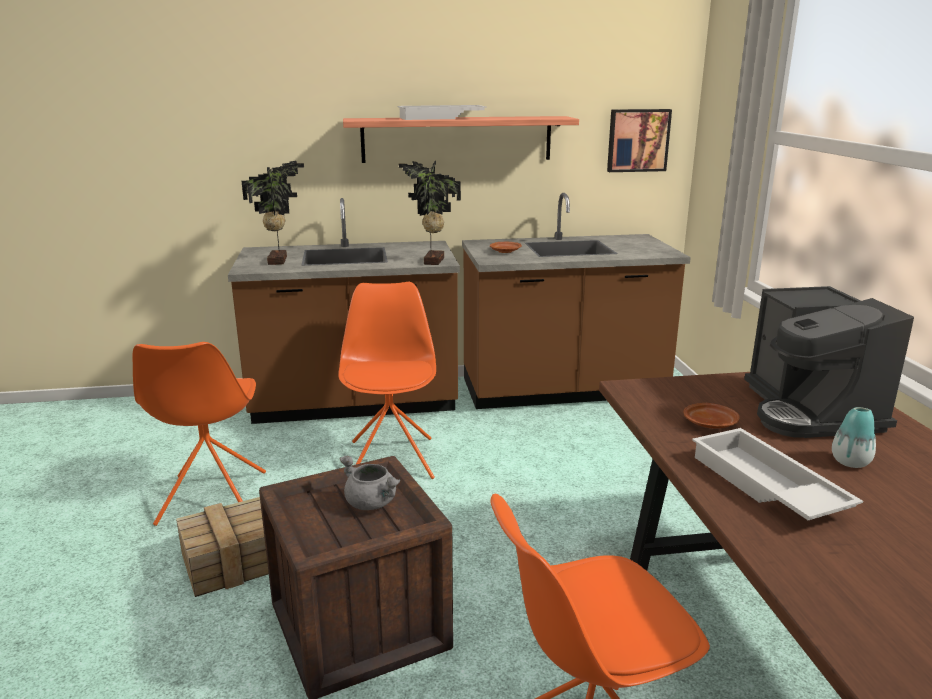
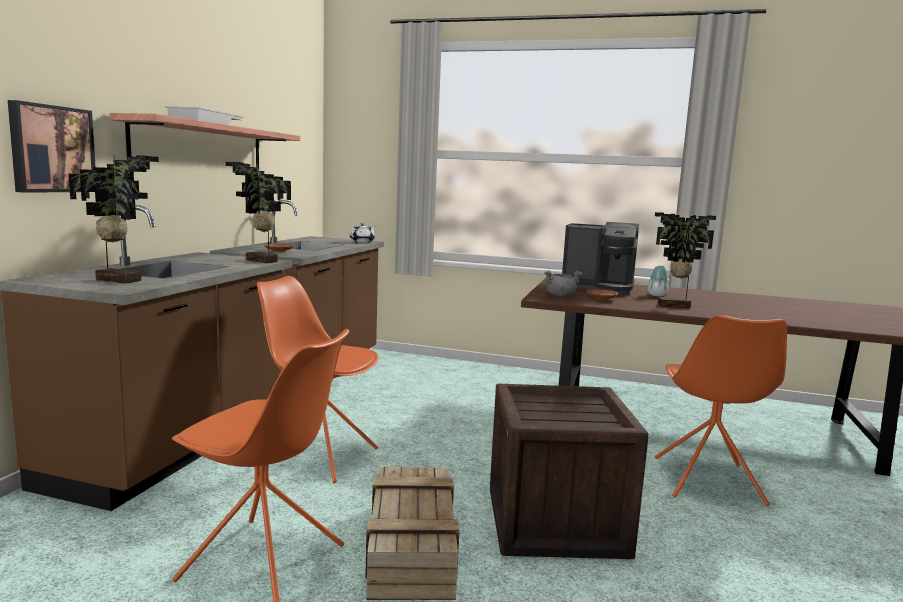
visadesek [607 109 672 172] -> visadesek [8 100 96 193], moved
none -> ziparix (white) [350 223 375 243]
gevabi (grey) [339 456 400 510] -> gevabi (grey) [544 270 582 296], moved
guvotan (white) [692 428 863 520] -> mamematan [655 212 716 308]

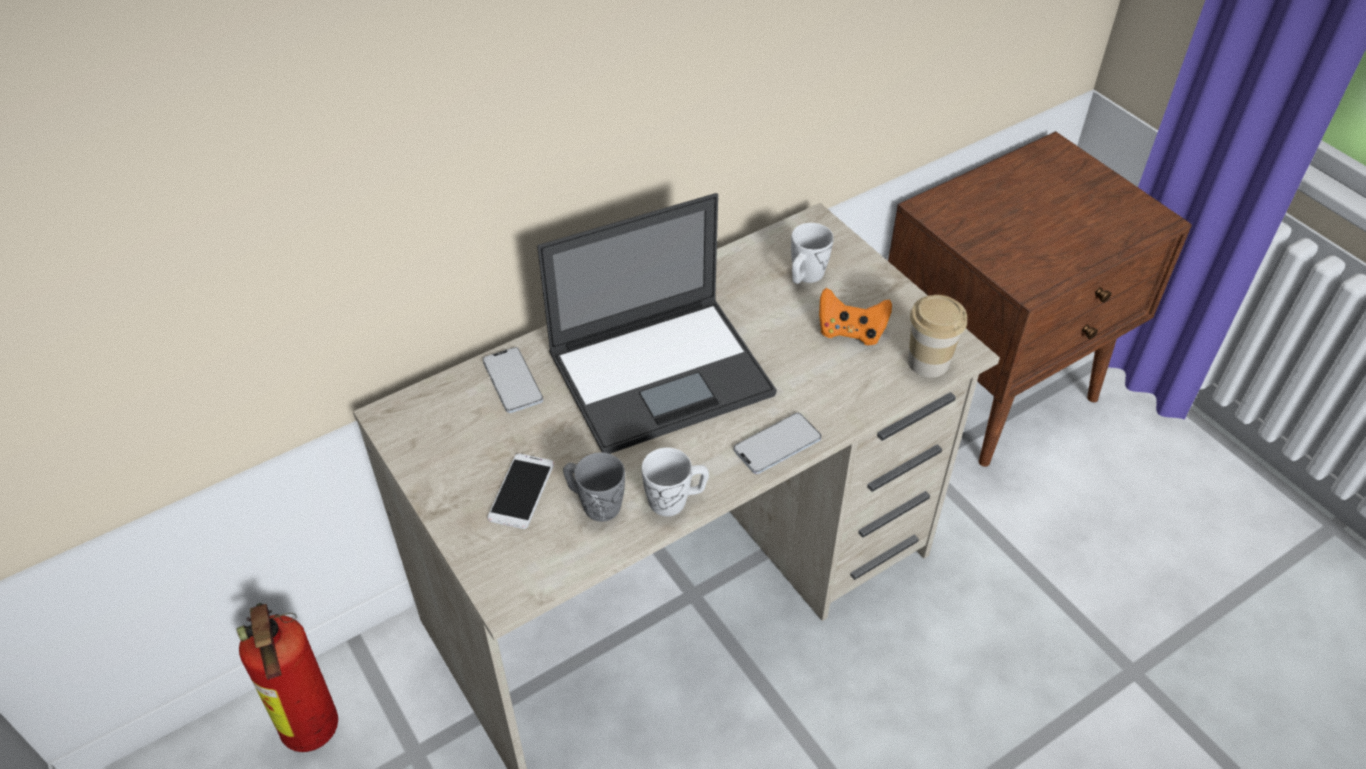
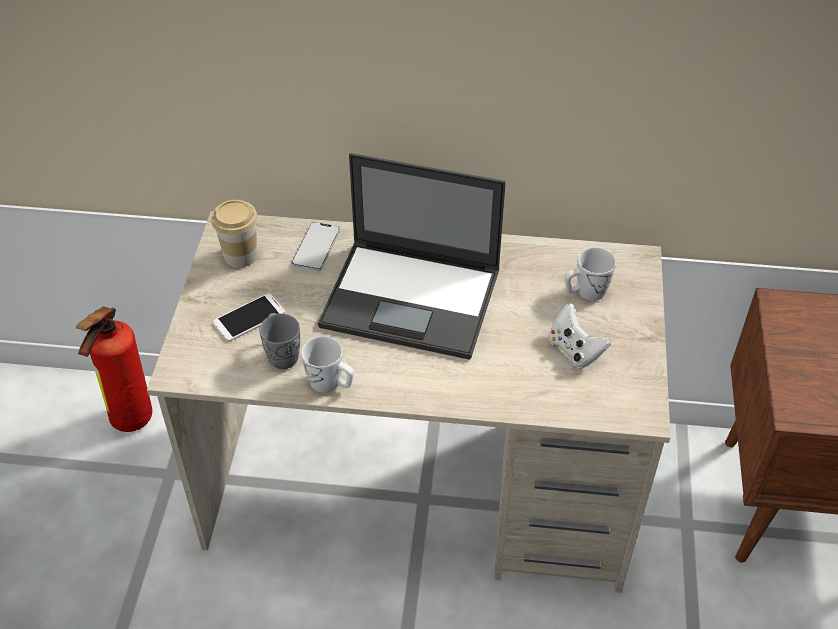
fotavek [908 295 967 378] -> fotavek [211 200 258 268], moved
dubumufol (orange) [819 288 892 346] -> dubumufol (white) [548 303 611 369]
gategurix [734 412 822 474] -> none

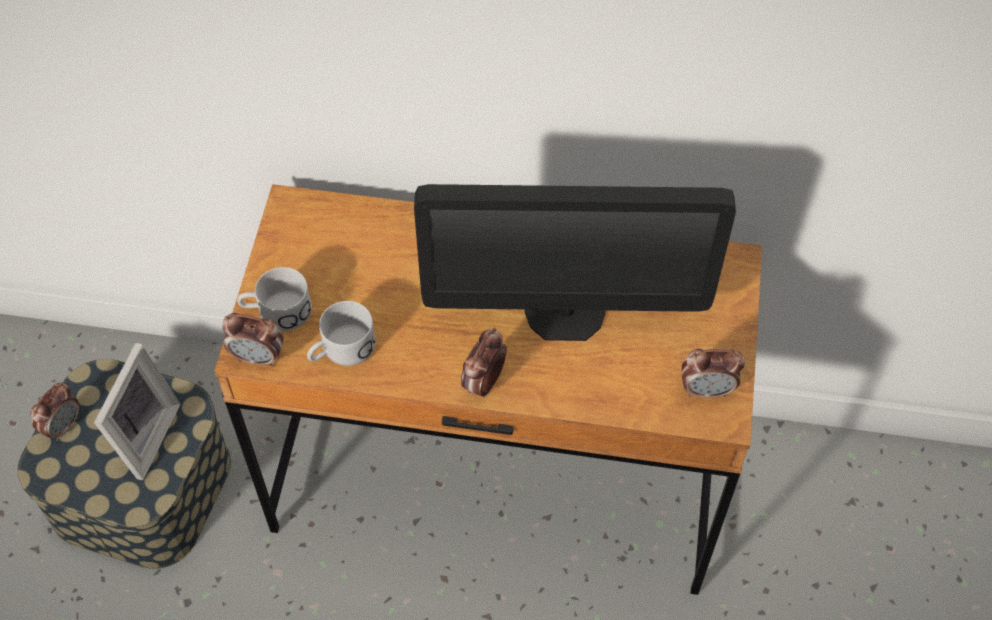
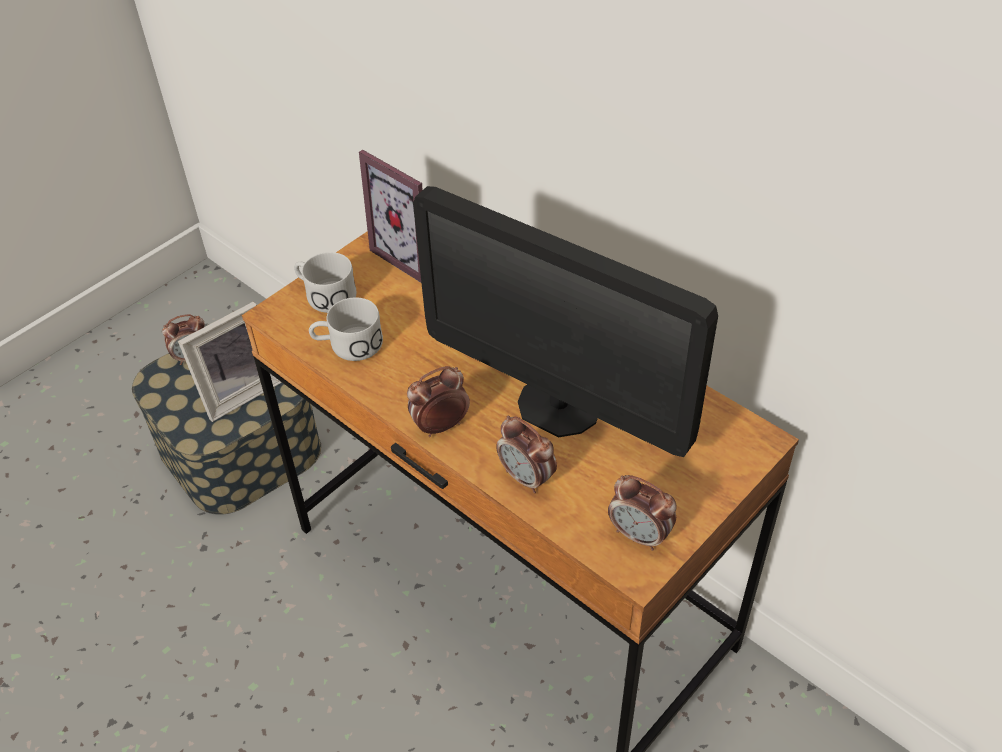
none -> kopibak [359 150 423 282]
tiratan [222 313 284 367] -> tiratan [496 416 557 493], moved

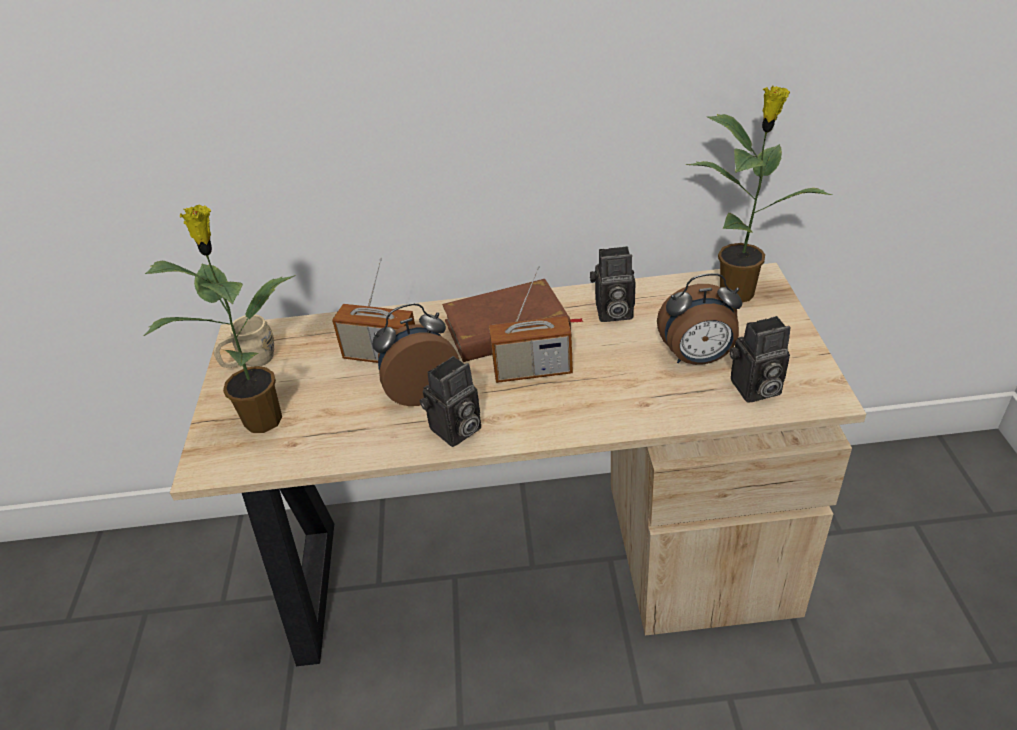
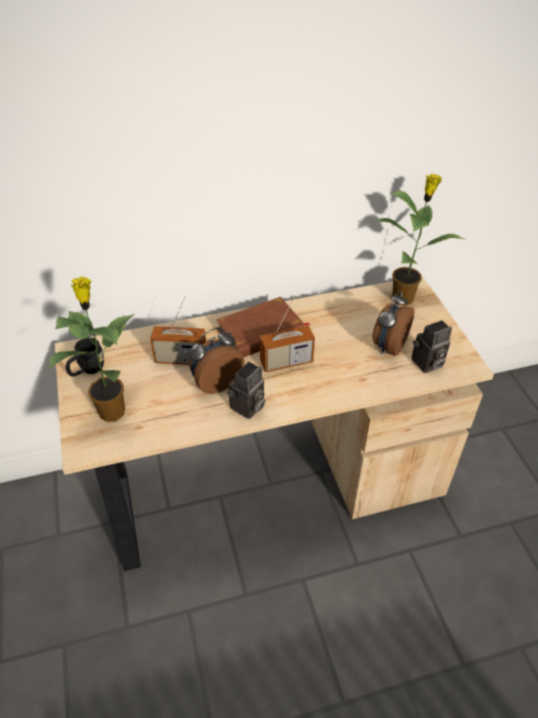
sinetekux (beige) [214 315 275 368] -> sinetekux (black) [66 337 104 376]
tiratan [657 273 742 365] -> tiratan [373 291 415 356], 135 degrees clockwise
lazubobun [590 246 636 322] -> none

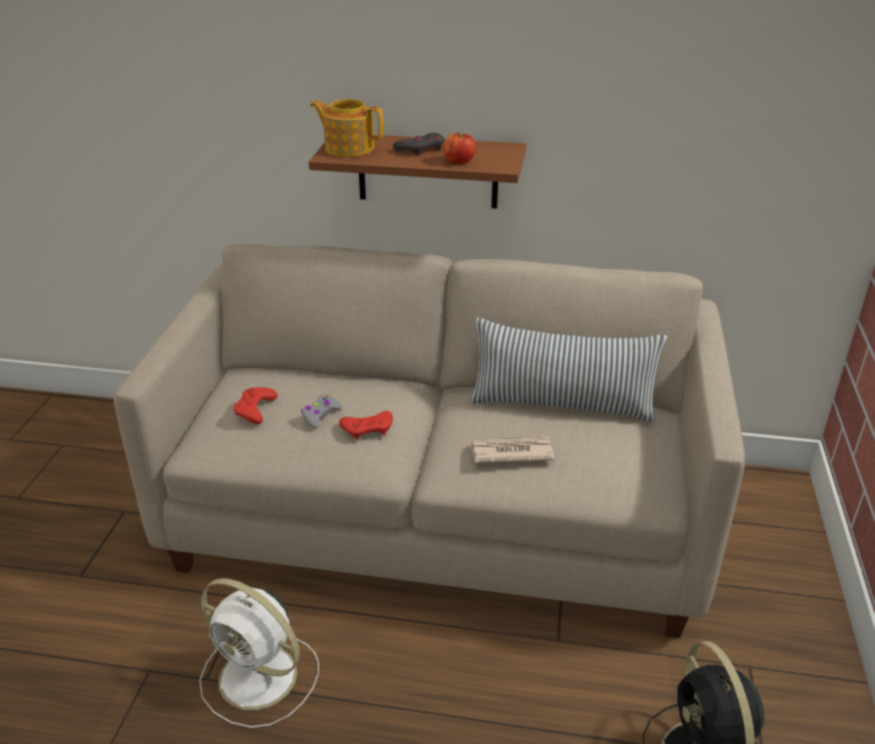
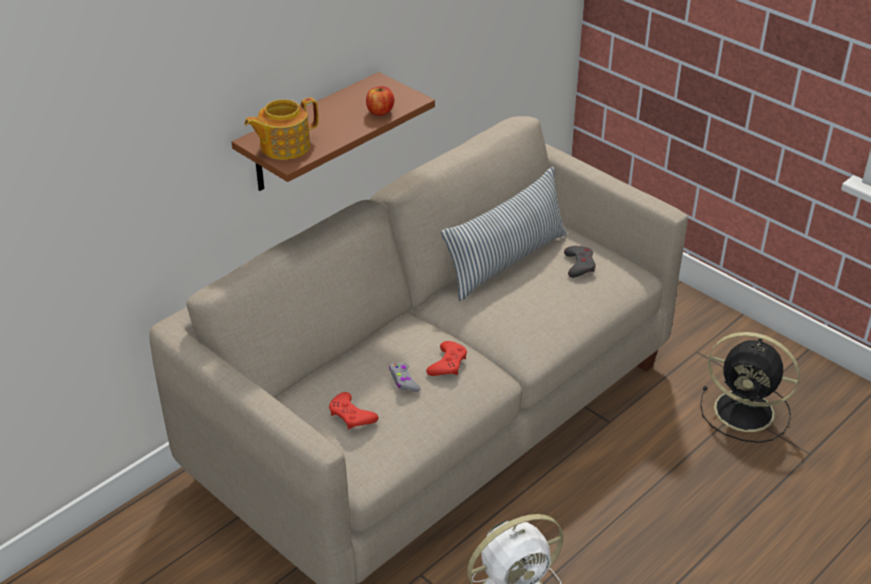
dubumufol (grey) [393 132 444 156] -> dubumufol (grey) [564 246 596 278], moved
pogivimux [469 435 555 463] -> none

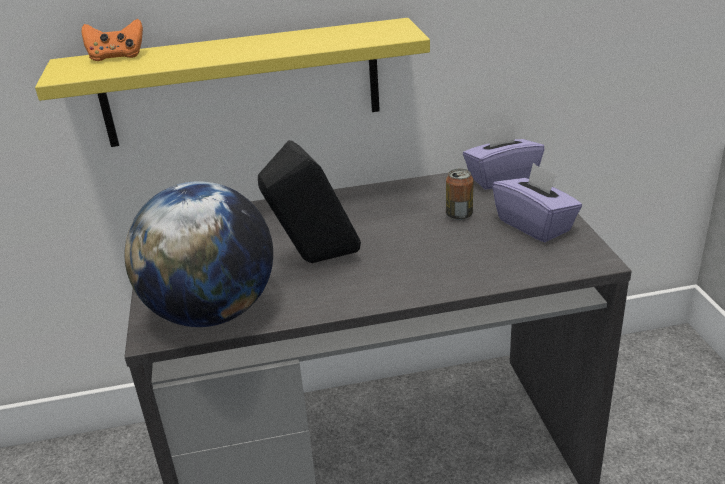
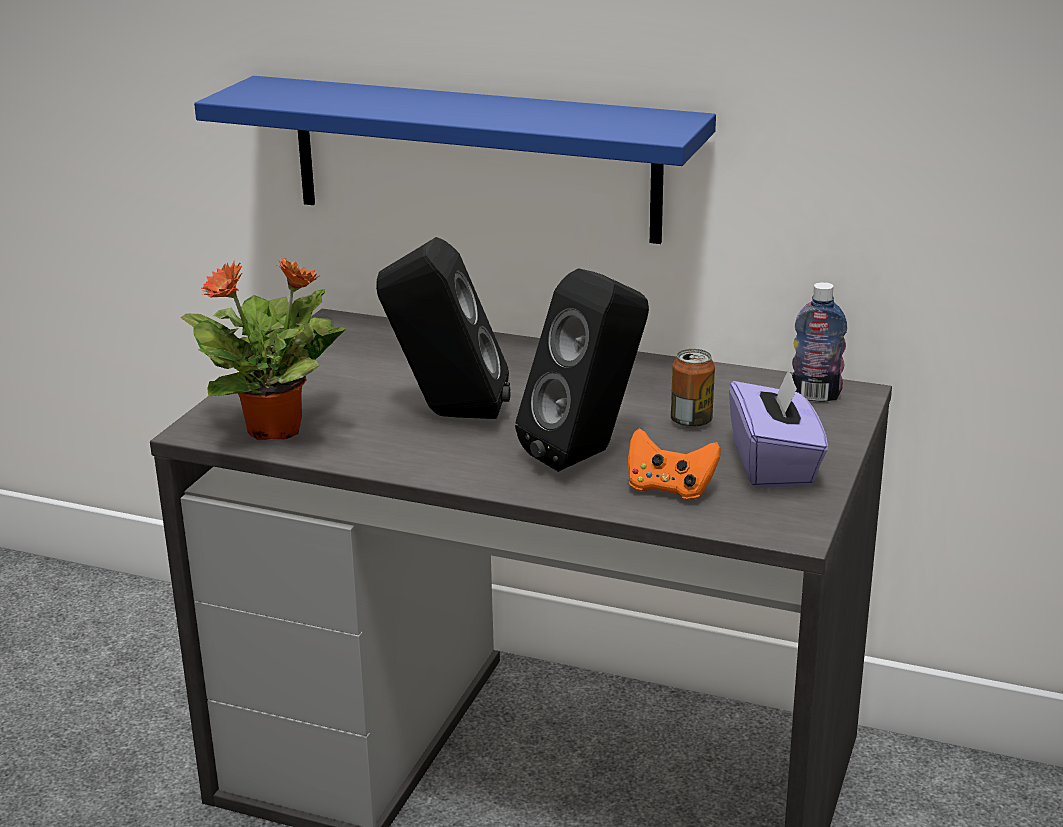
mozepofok [124 181 273 327] -> mamematan [181 257 347 440]
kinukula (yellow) [35 18 430 147] -> kinukula (blue) [194 76 716 244]
none -> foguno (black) [515 268 649 472]
dubumufol (orange) [82 19 143 61] -> dubumufol (orange) [628 429 721 500], moved
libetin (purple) [463 123 544 190] -> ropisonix [792 282 847 401]

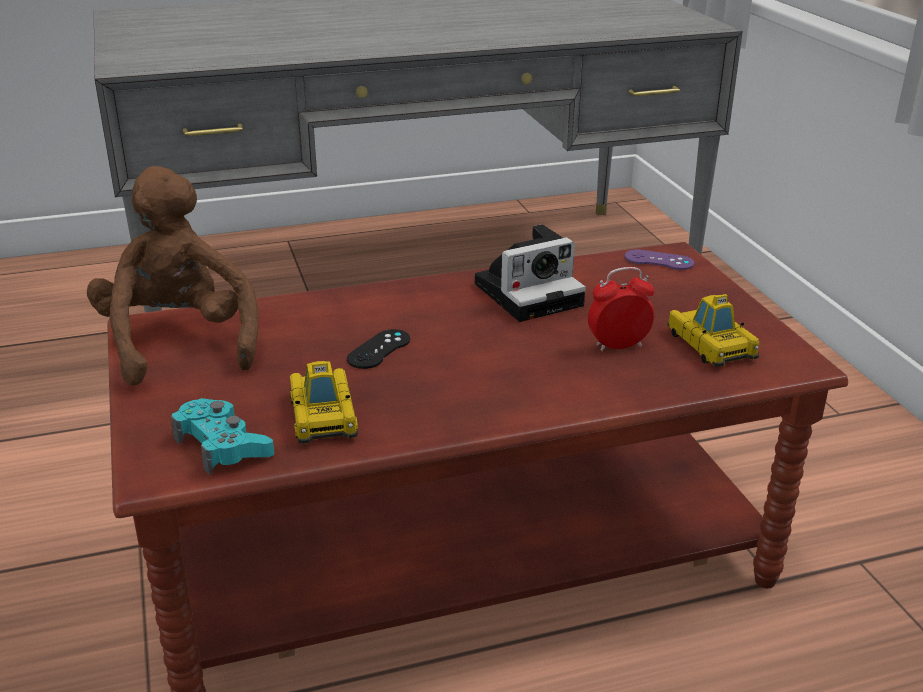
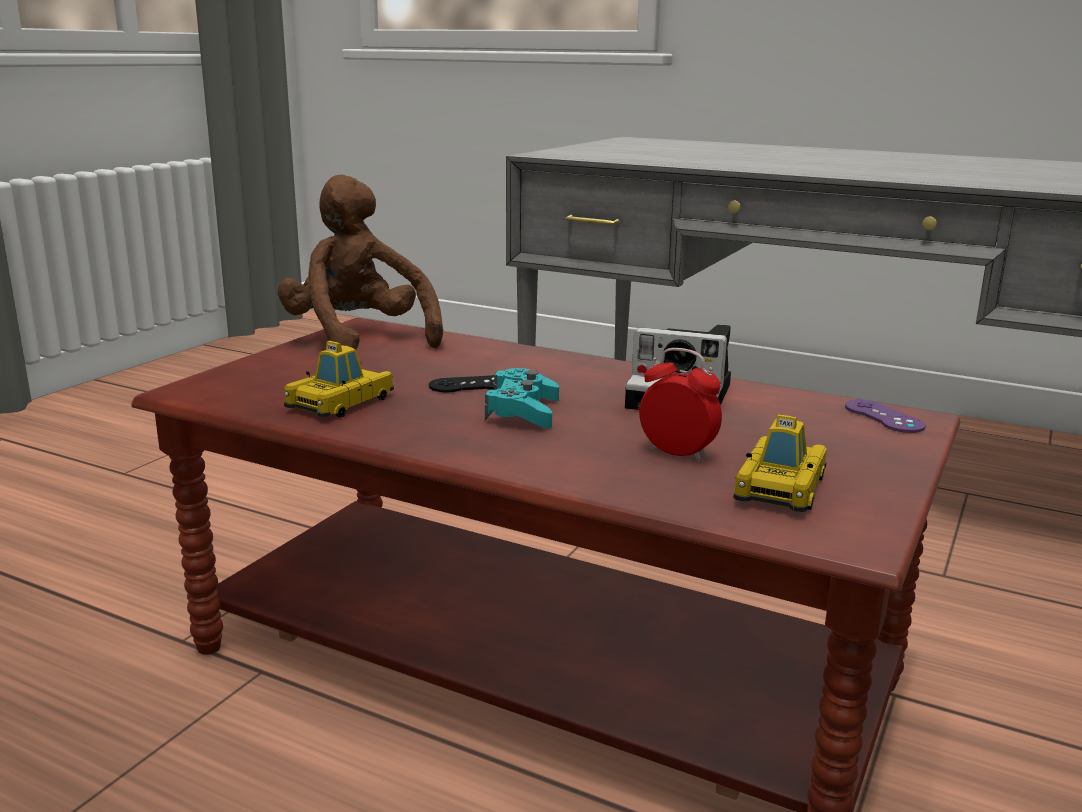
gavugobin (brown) [87 166 258 386] -> gavugobin (brown) [277 174 443 350], 60 degrees counterclockwise
dubumufol (turquoise) [171 398 274 475] -> dubumufol (turquoise) [485 368 559 428], moved

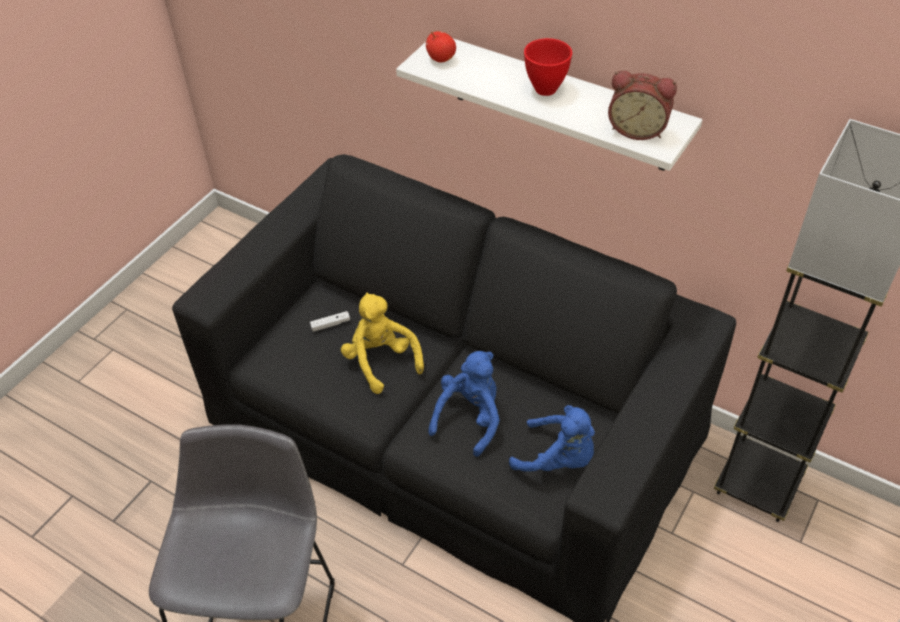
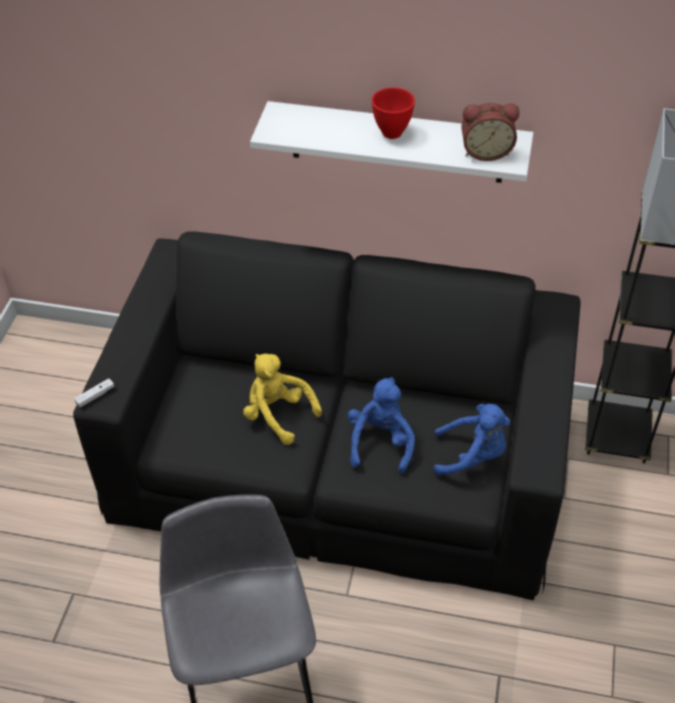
dubumufol (white) [310 311 350 332] -> dubumufol (white) [74 378 114 408], moved
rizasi [426 31 456 62] -> none

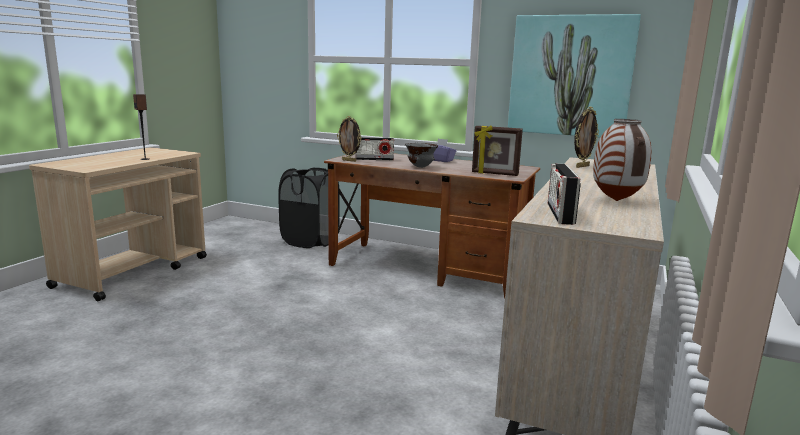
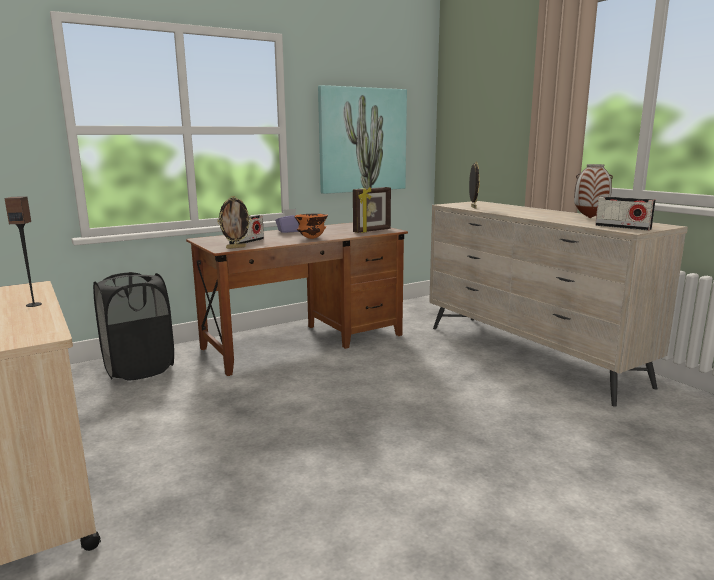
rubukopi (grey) [405 143 438 168] -> rubukopi (orange) [294 214 328 239]

